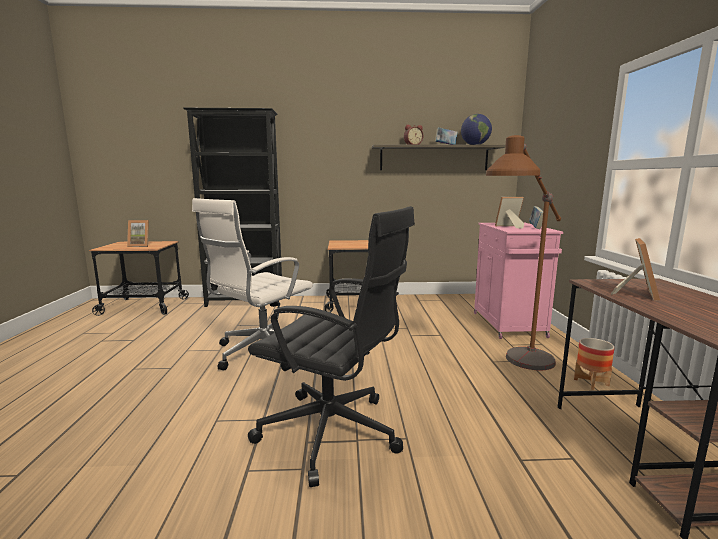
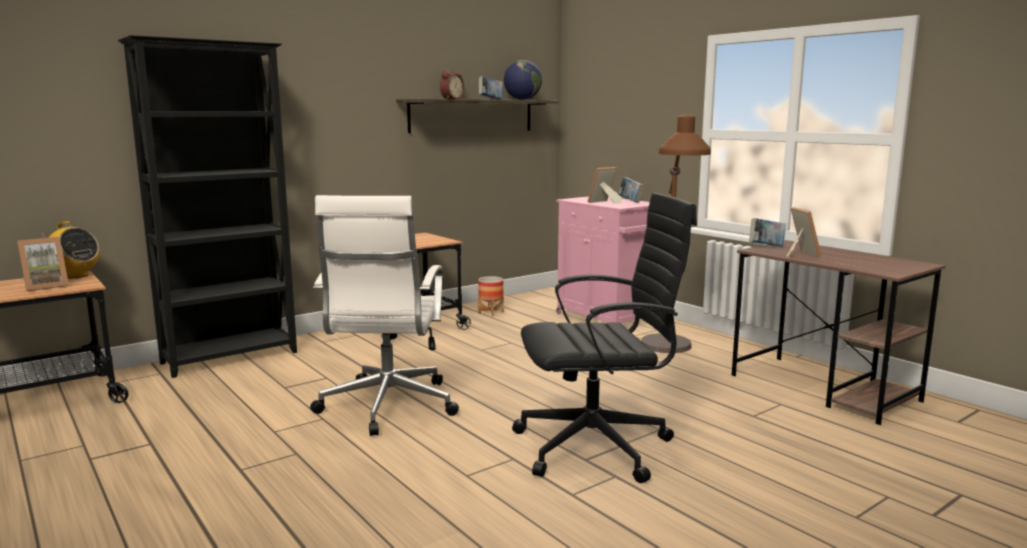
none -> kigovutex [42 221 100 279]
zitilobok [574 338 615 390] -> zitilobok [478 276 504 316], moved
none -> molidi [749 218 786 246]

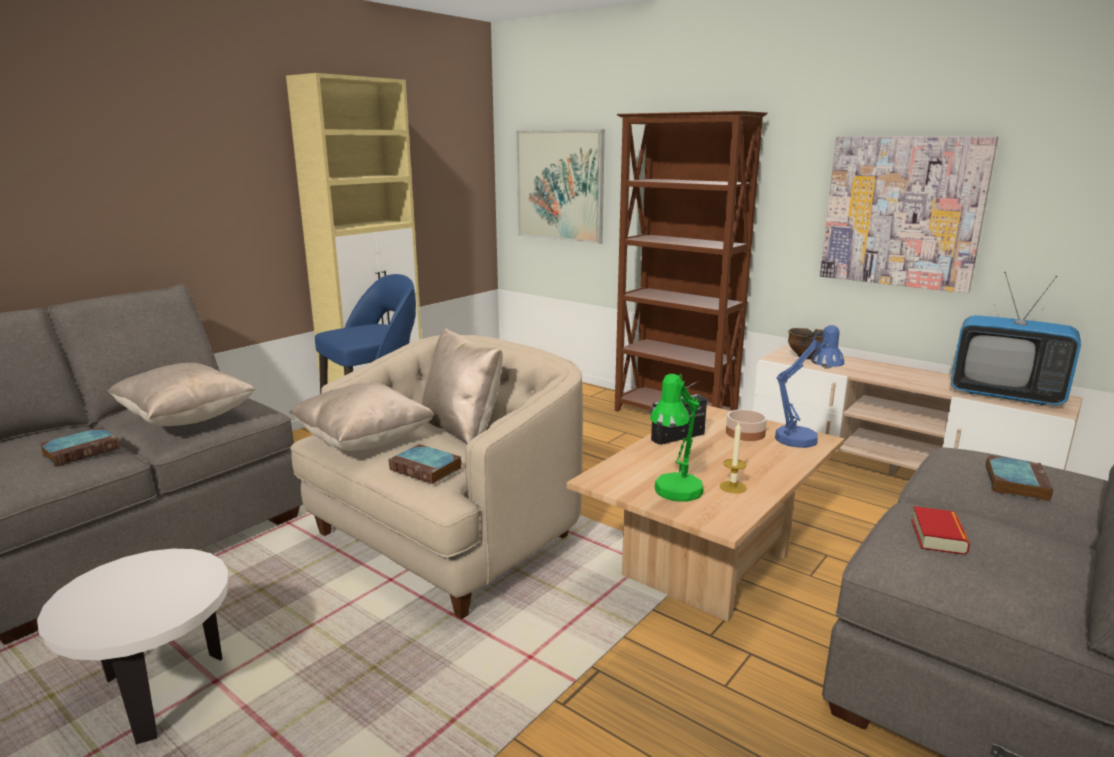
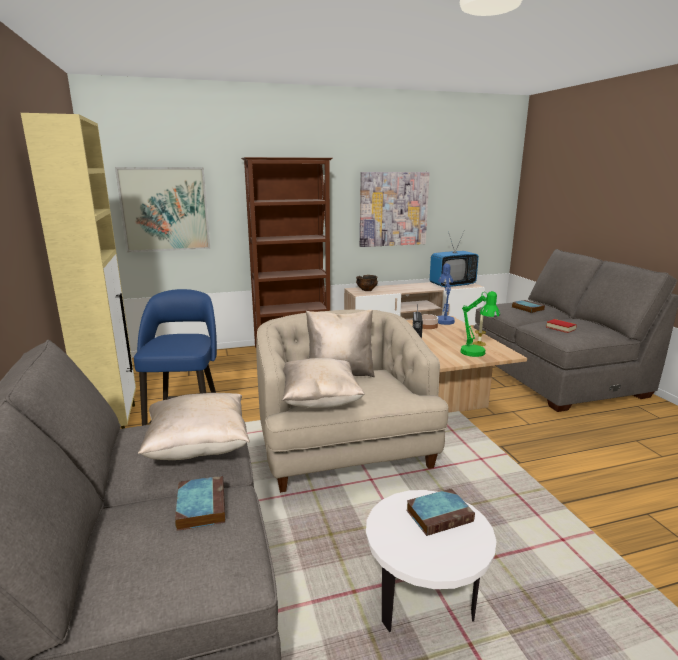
molidi [389 444 462 484] -> molidi [406 489 475 536], moved

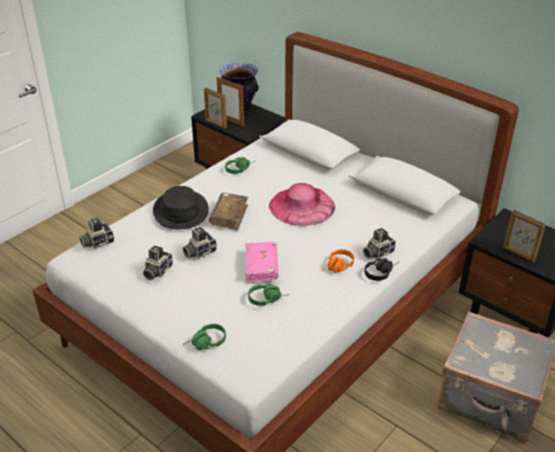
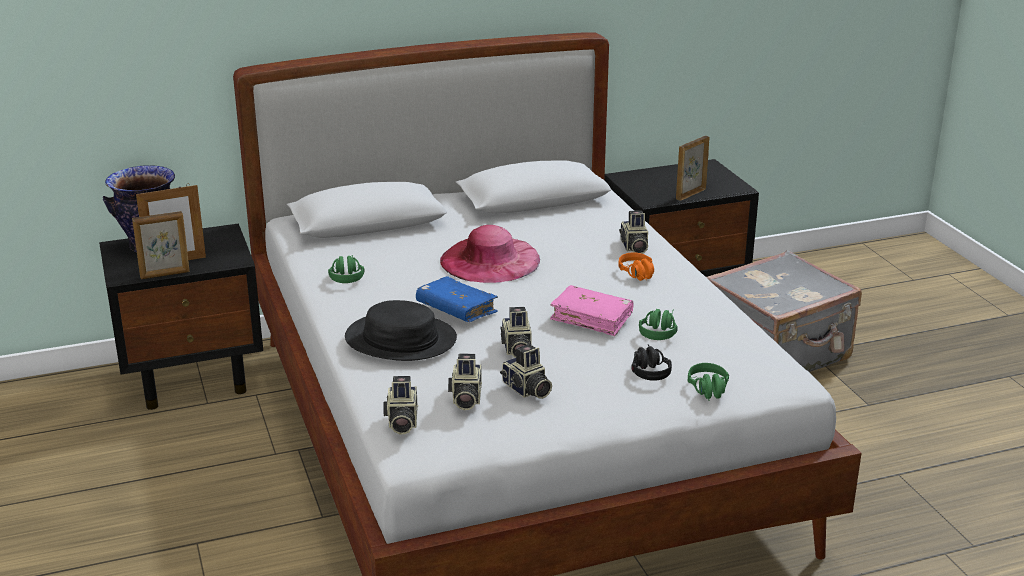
molidi (brown) [209 193 248 230] -> molidi (blue) [416 276 498 322]
none -> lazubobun [448 353 482 410]
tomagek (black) [365 258 399 281] -> tomagek (black) [631 345 672 381], moved
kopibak [503 210 546 262] -> kopibak [676 136 709 201], 150 degrees clockwise

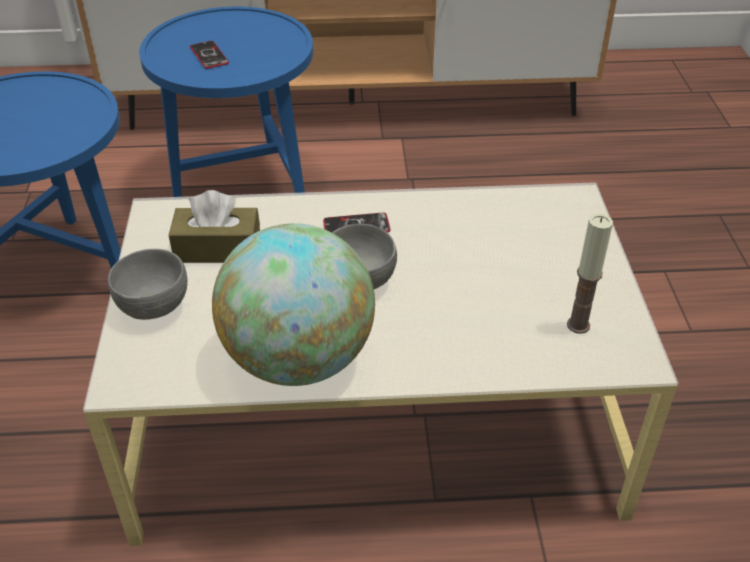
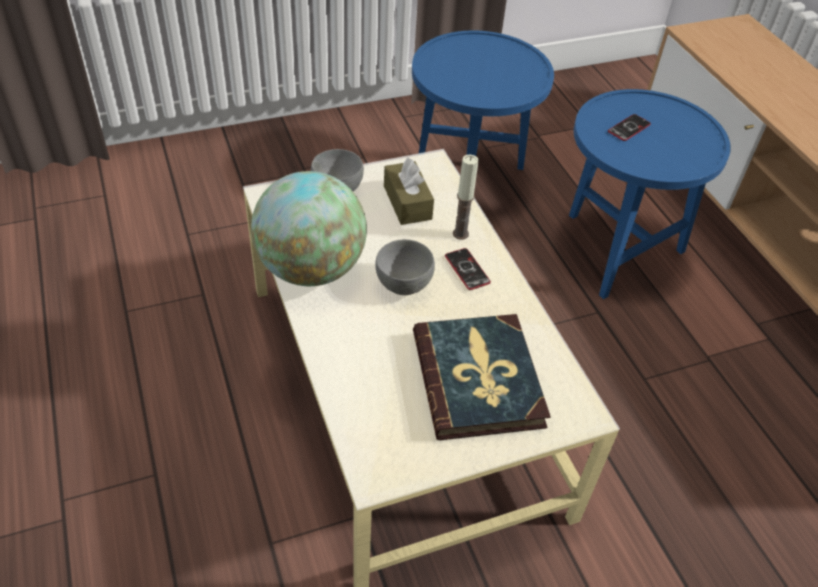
none -> molidi [413 314 551 440]
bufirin [567 214 613 334] -> bufirin [453 155 479 240], moved

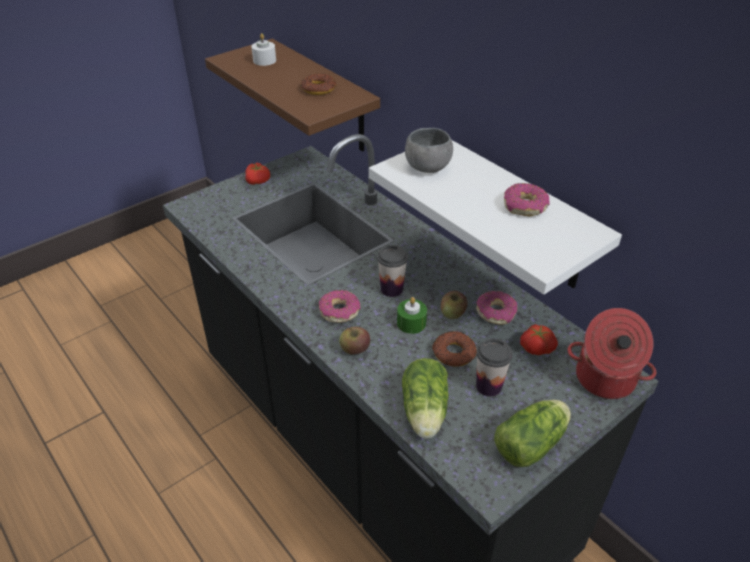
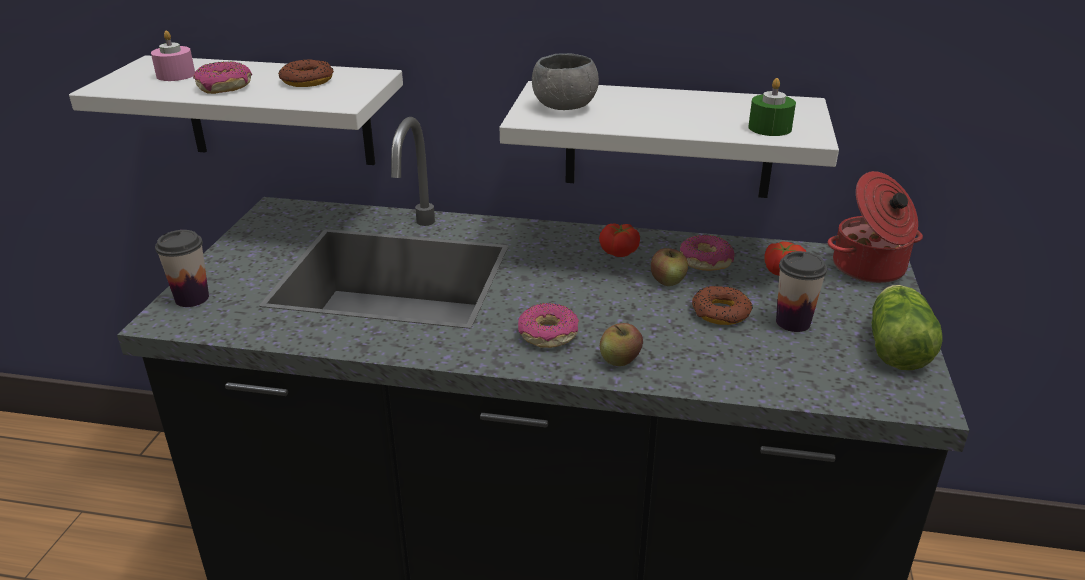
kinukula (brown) [205 39 380 152] -> kinukula (white) [69 55 403 165]
bufirin (white) [251 33 276 66] -> bufirin (pink) [151 30 195 81]
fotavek [377 245 408 297] -> fotavek [155 230 209 307], moved
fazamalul [504 183 550 216] -> fazamalul [193 61 252 94], moved
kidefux [245 163 270 185] -> kidefux [599 223 640 257], moved
bufirin (green) [397 297 427 334] -> bufirin (green) [748 78 796 136], moved
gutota [402 358 449 439] -> none

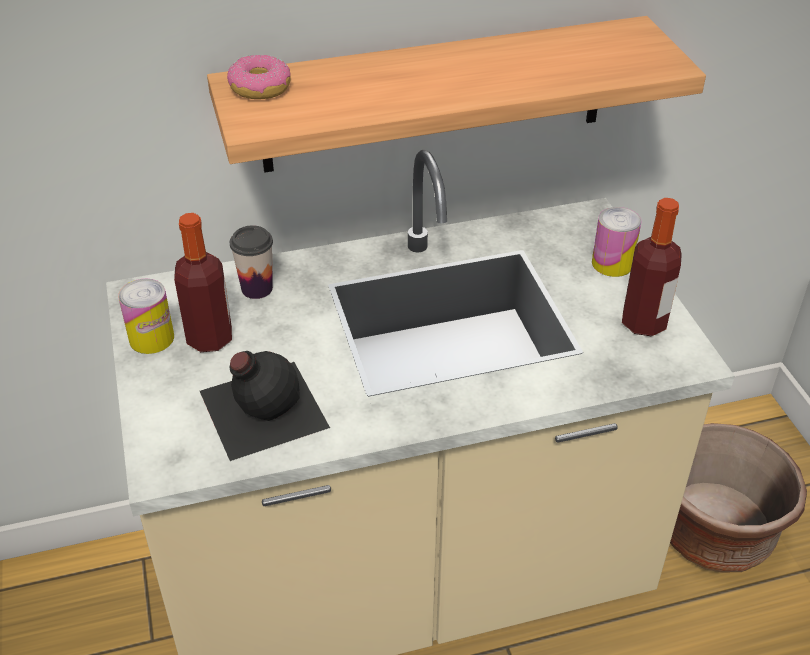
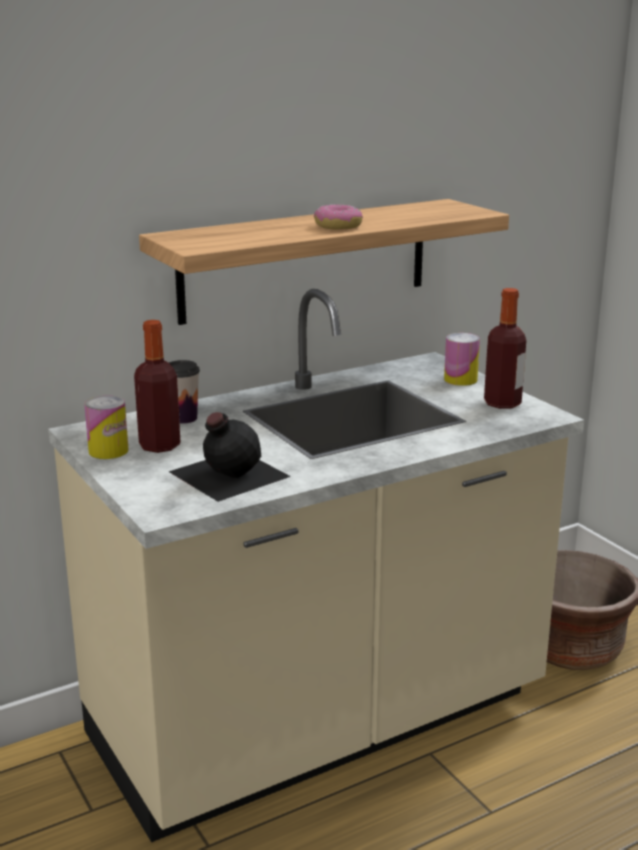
fazamalul [227 55 291 99] -> fazamalul [314 205 363 230], moved

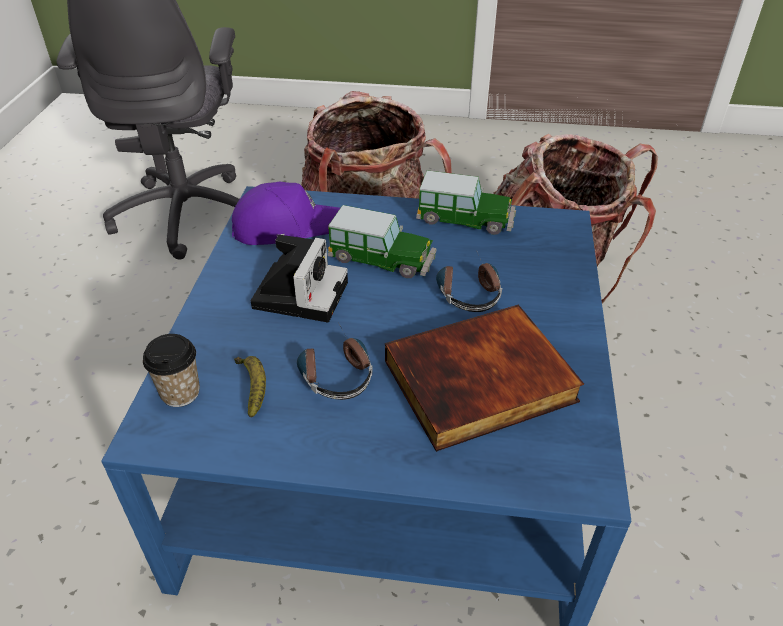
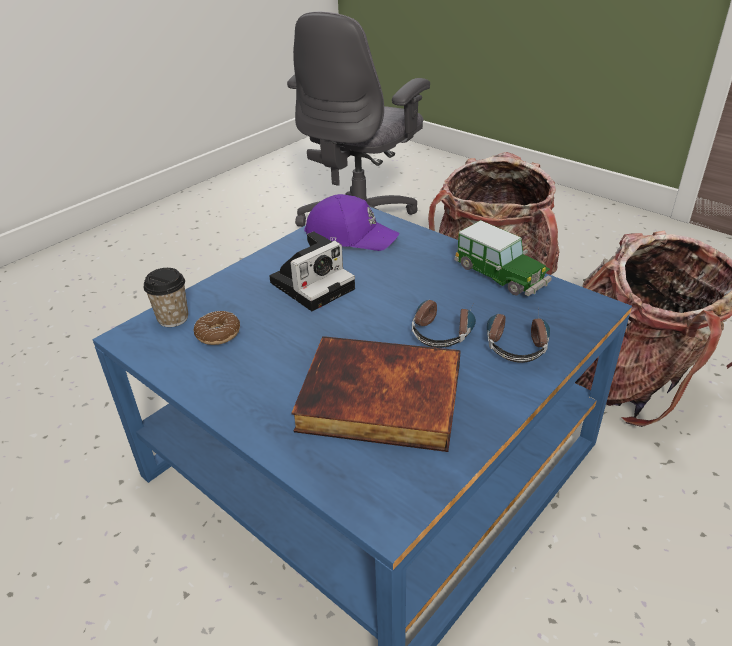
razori [234 356 266 418] -> fazamalul [193 311 240 345]
tomagek [297 324 373 400] -> tomagek [487 312 550 363], moved
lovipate [328 205 436 278] -> none

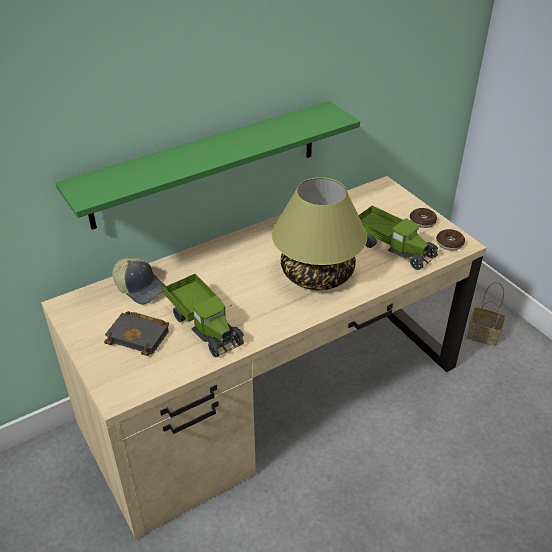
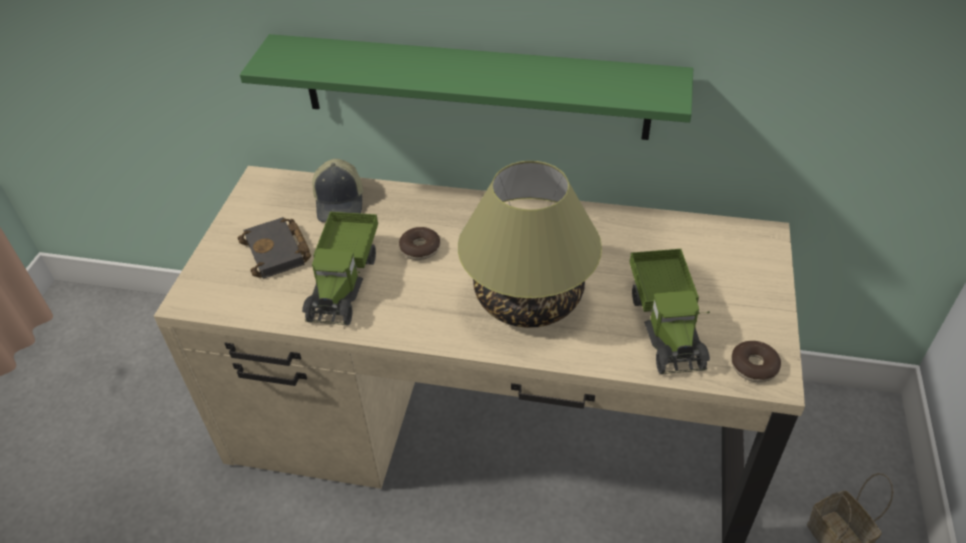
fazamalul [410 208 437 228] -> fazamalul [399 227 440 260], moved

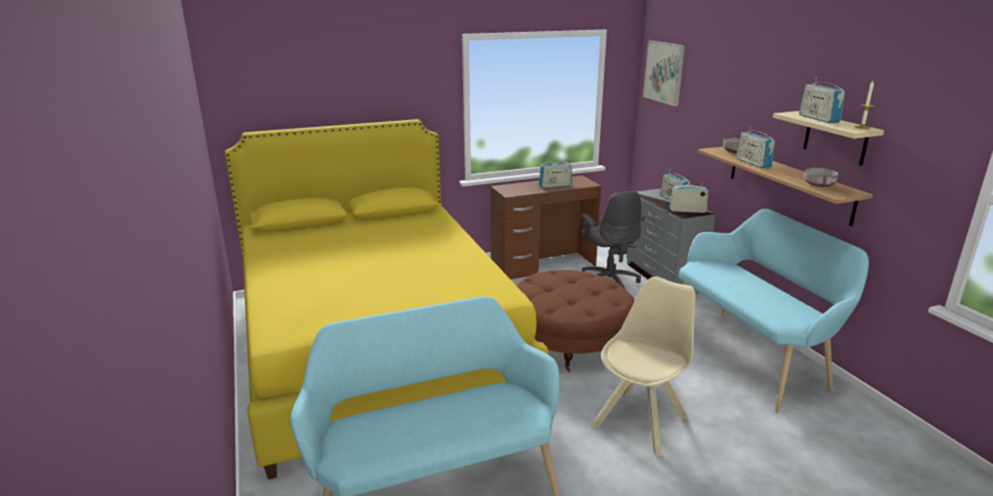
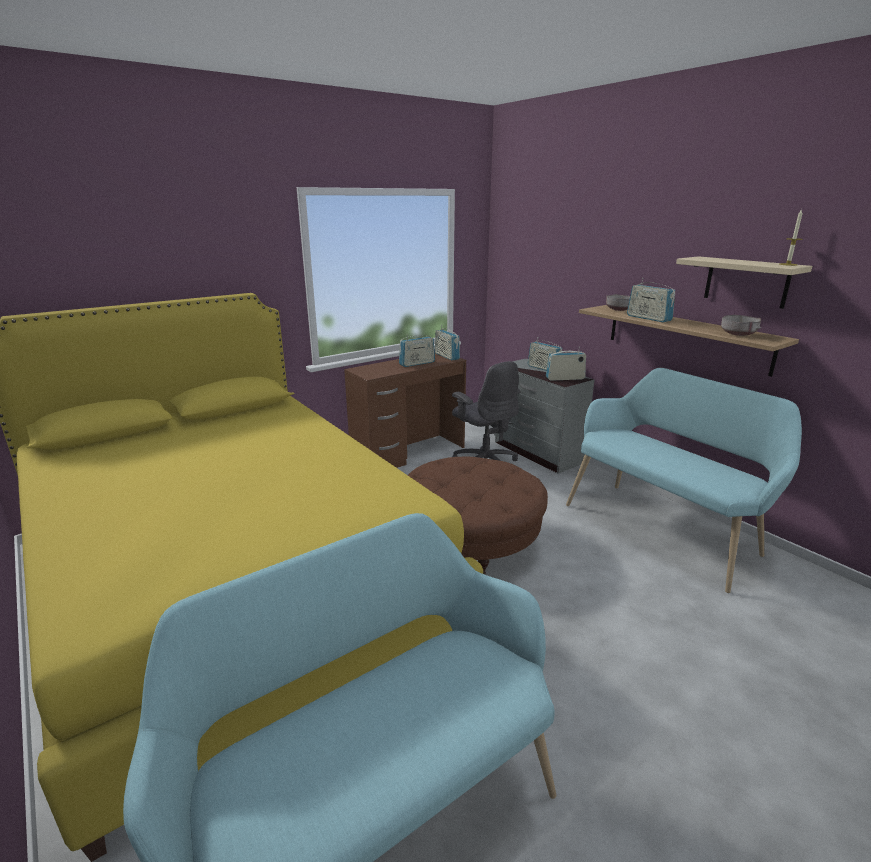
kigovutex [799 77 845 123] -> kigovutex [435 325 460 361], moved
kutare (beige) [591 276 696 456] -> none
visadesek [643 40 685 106] -> none

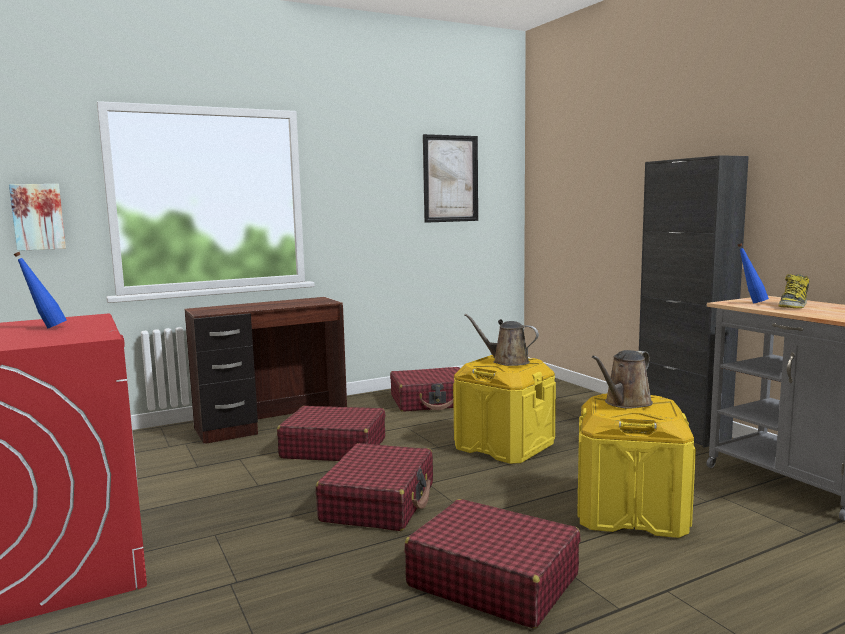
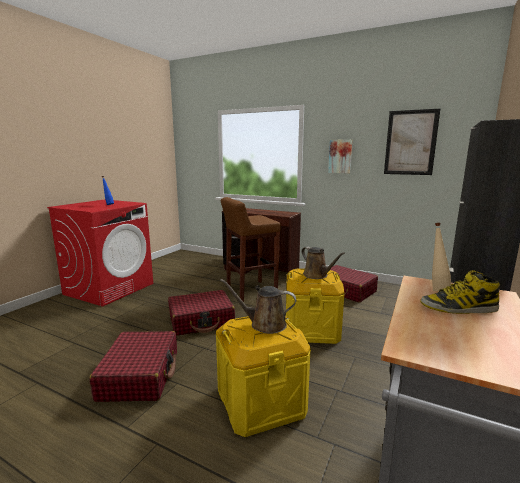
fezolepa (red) [277 406 385 461] -> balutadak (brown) [221 197 281 302]
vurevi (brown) [464 314 539 366] -> vurevi (brown) [301 247 345 279], 150 degrees clockwise
visadesek [9 184 66 251] -> visadesek [328 139 352 173], moved
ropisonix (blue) [738 243 769 304] -> ropisonix (beige) [432 223 451 291]

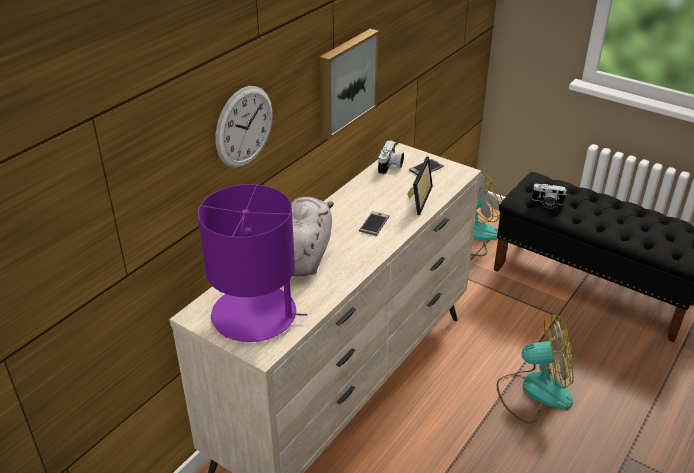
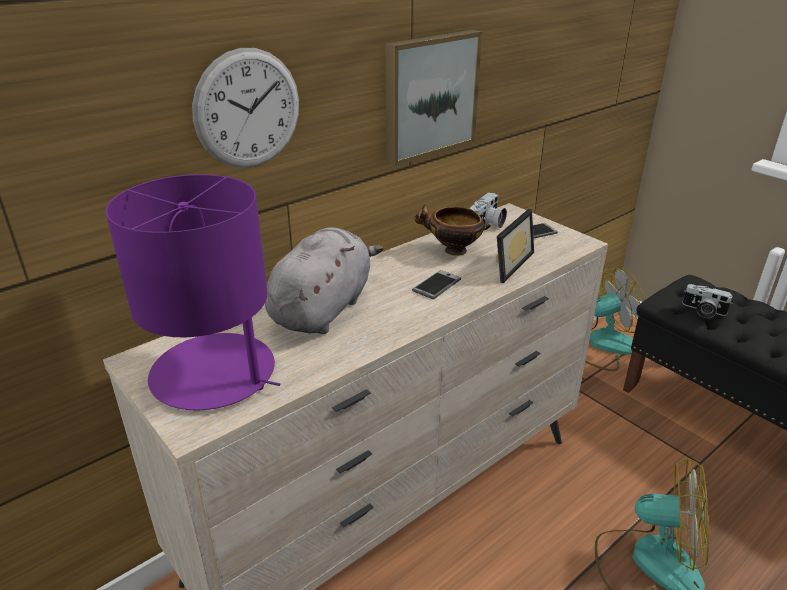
none -> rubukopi [414 204 491 256]

